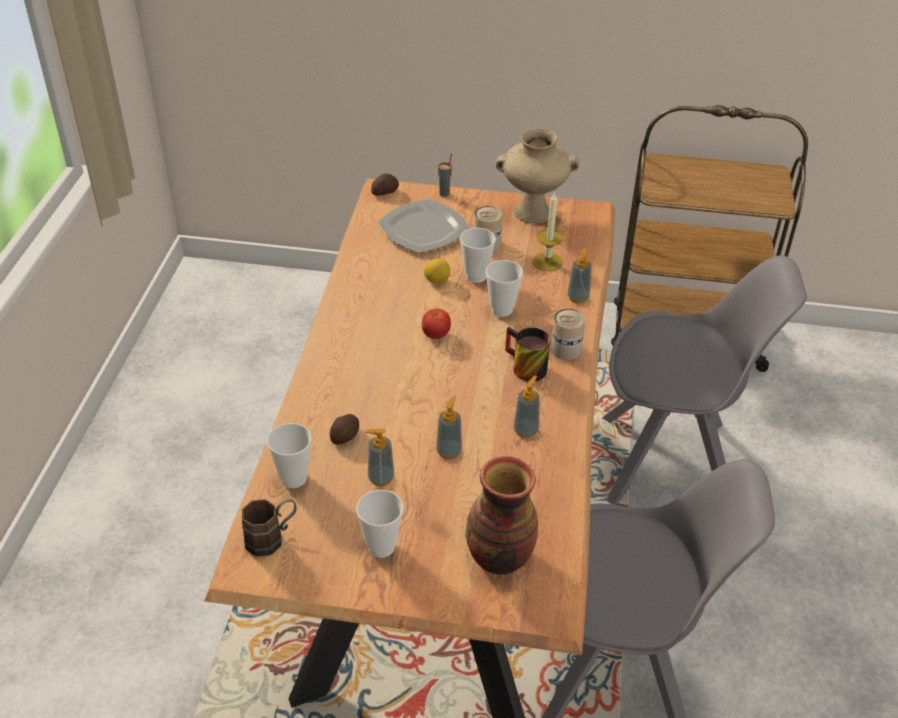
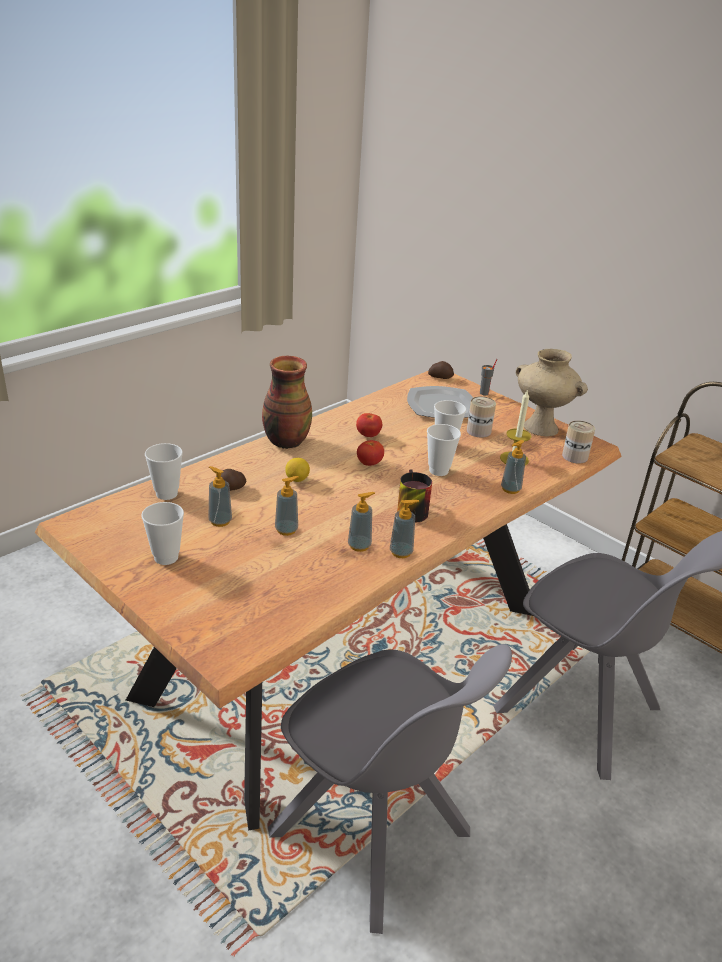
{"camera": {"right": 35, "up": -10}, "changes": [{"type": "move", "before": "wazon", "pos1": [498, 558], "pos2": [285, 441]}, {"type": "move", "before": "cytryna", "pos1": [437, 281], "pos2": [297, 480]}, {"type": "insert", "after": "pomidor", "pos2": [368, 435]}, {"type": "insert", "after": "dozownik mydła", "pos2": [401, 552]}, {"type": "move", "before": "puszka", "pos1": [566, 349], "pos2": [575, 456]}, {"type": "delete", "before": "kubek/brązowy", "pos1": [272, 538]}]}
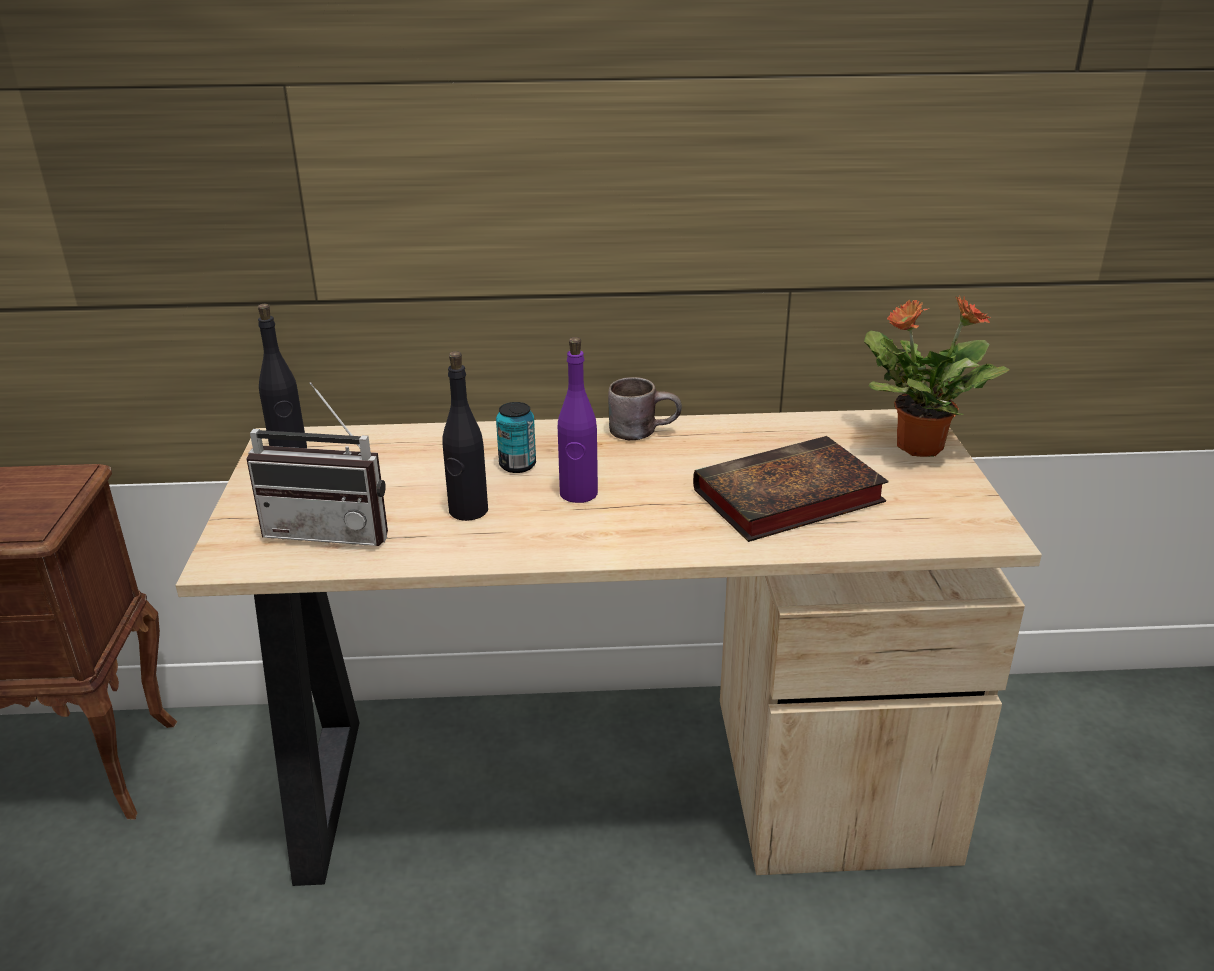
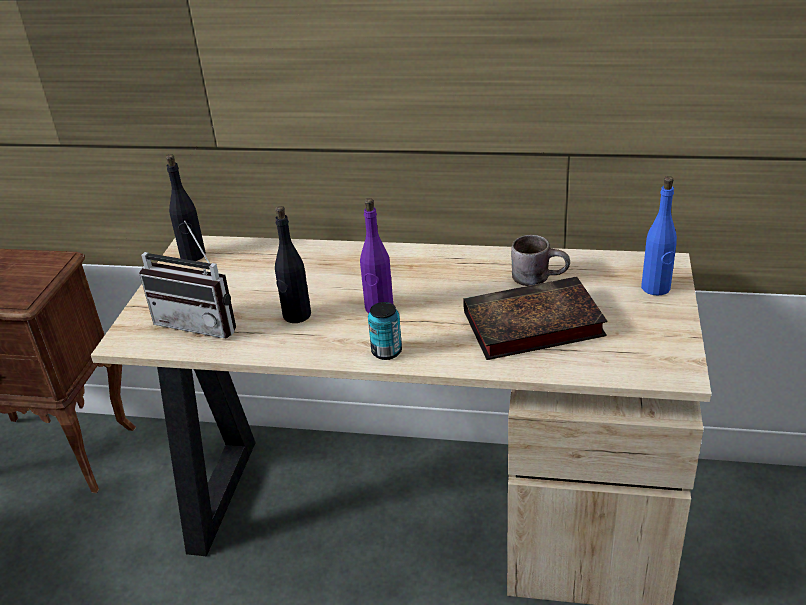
{"camera": {"right": 15, "up": 5}, "changes": [{"type": "move", "before": "puszka", "pos1": [517, 465], "pos2": [386, 352]}, {"type": "move", "before": "kubek/brązowy", "pos1": [642, 430], "pos2": [538, 277]}, {"type": "replace", "before": "roślina doniczkowa", "after": "butelka/niebieski", "pos1": [917, 446], "pos2": [656, 288]}]}
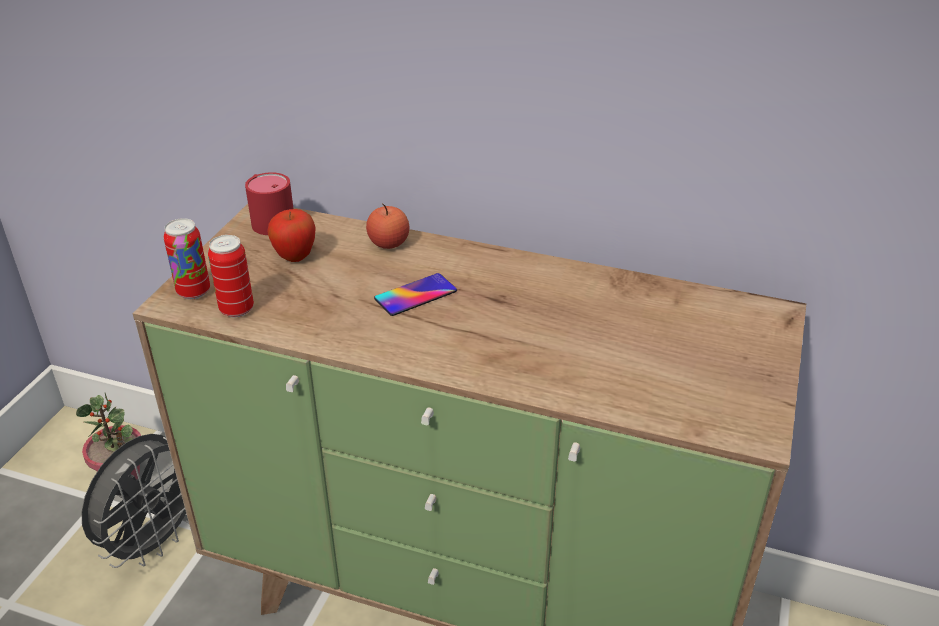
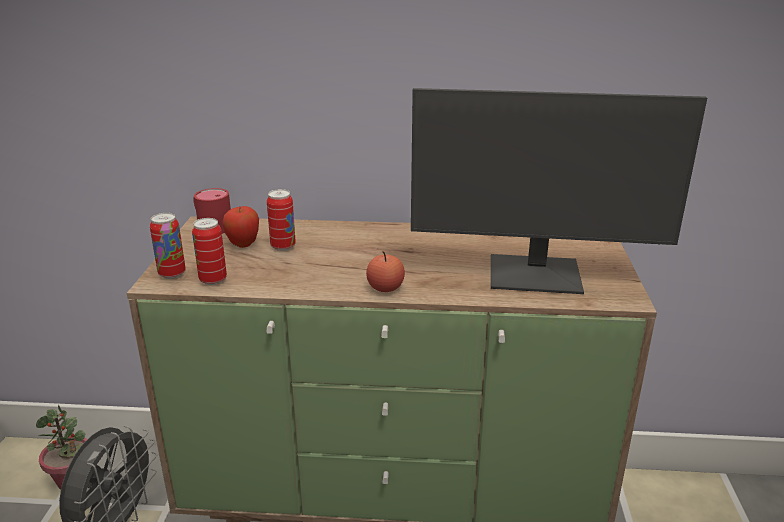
{"camera": {"right": -15, "up": -10}, "changes": [{"type": "insert", "after": "puszka", "pos2": [283, 246]}, {"type": "move", "before": "jabłko", "pos1": [388, 243], "pos2": [385, 288]}, {"type": "insert", "after": "monitor", "pos2": [535, 276]}, {"type": "delete", "before": "telefon", "pos1": [415, 295]}]}
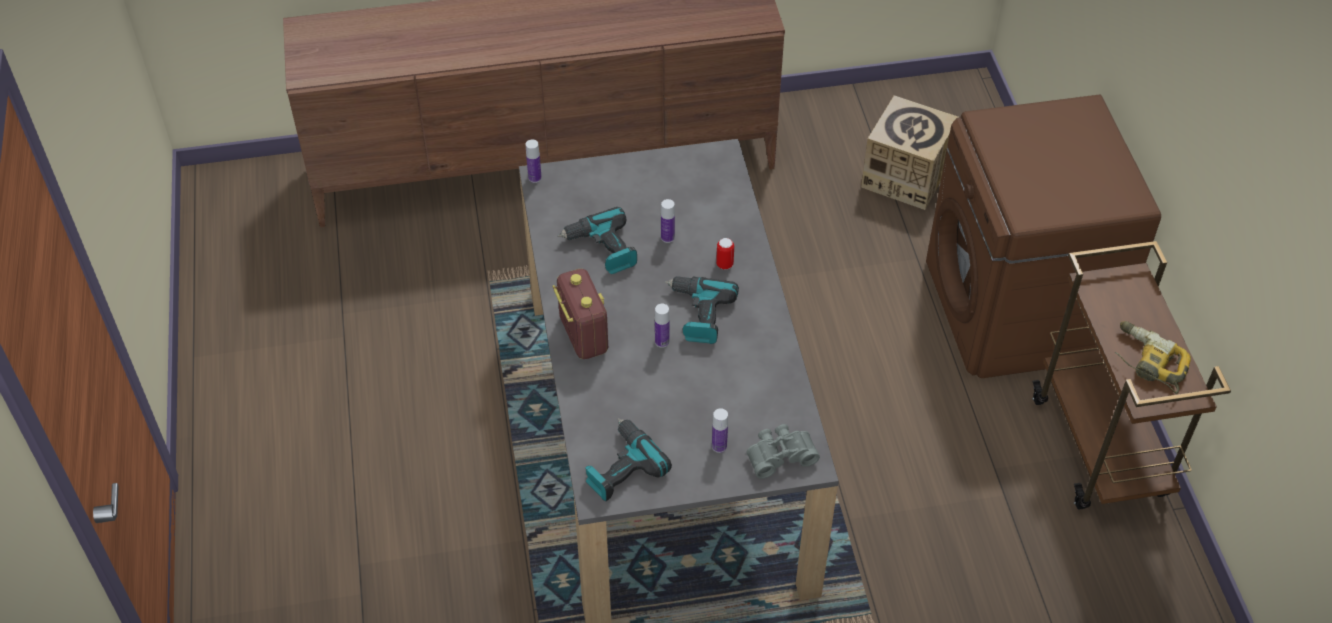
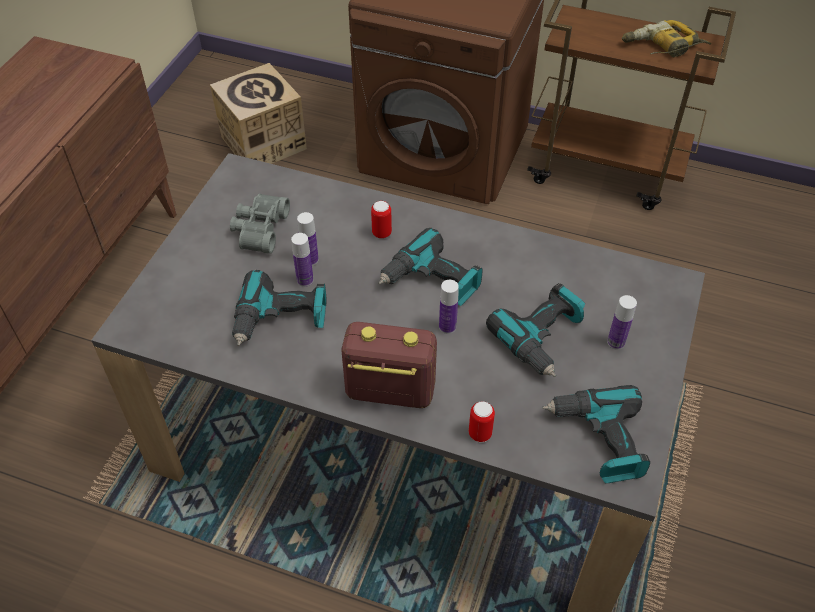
{"camera": {"right": -60, "up": 0}, "changes": [{"type": "move", "before": "lornetka/szary", "pos1": [779, 455], "pos2": [259, 229]}, {"type": "move", "before": "butelka", "pos1": [534, 178], "pos2": [305, 280]}, {"type": "insert", "after": "puszka", "pos2": [480, 434]}, {"type": "insert", "after": "wiertarka", "pos2": [543, 338]}]}
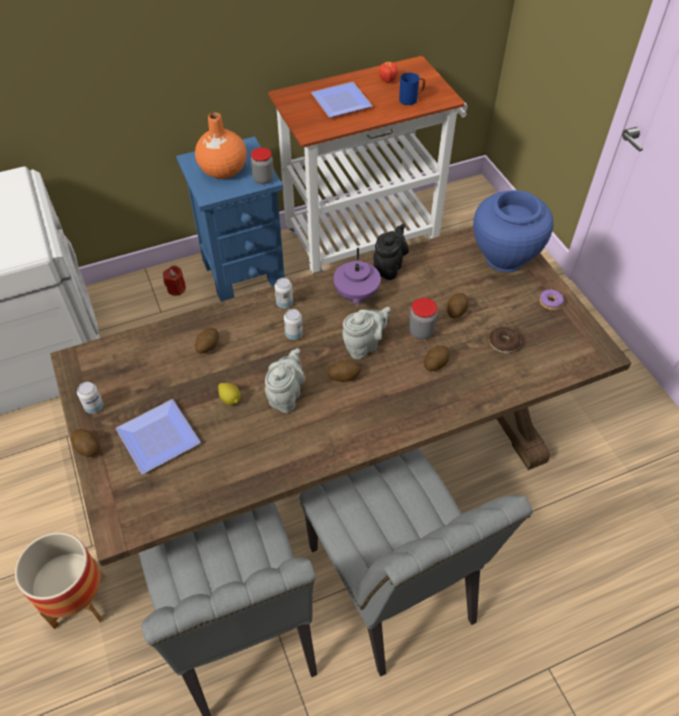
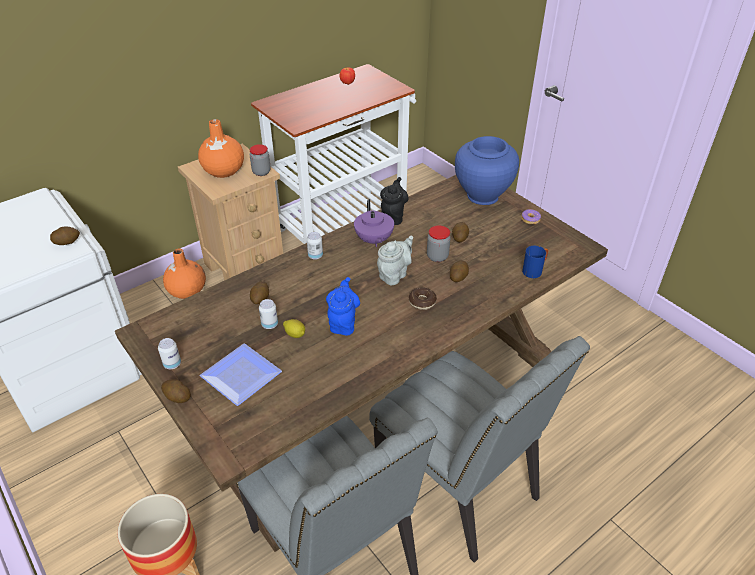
{"camera": {"right": -15, "up": -10}, "changes": [{"type": "move", "before": "ziemniak", "pos1": [344, 376], "pos2": [67, 242]}, {"type": "replace", "before": "świeca/czerwony", "after": "wazon/pomarańczowy", "pos1": [176, 289], "pos2": [187, 290]}, {"type": "recolor", "before": "szafka nocna/niebieski", "after": "szafka nocna/beżowy", "pos1": [244, 273], "pos2": [246, 267]}, {"type": "move", "before": "puszka", "pos1": [294, 334], "pos2": [269, 324]}, {"type": "recolor", "before": "imbryk/szary", "after": "imbryk/niebieski", "pos1": [286, 396], "pos2": [343, 323]}, {"type": "move", "before": "donut", "pos1": [503, 343], "pos2": [422, 302]}, {"type": "move", "before": "kubek/niebieski", "pos1": [411, 99], "pos2": [534, 270]}, {"type": "delete", "before": "talerz", "pos1": [342, 101]}]}
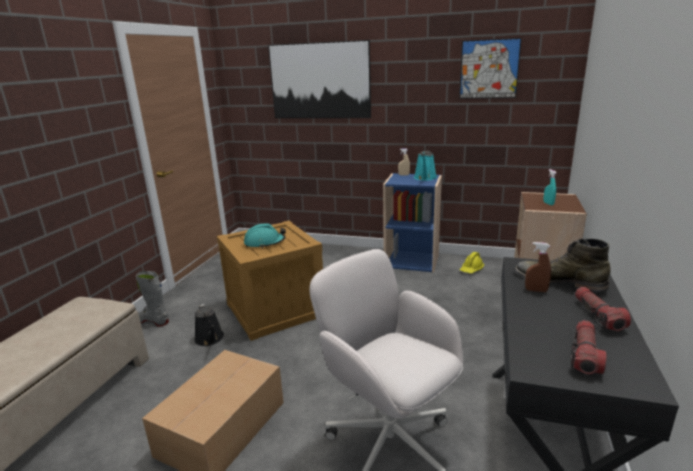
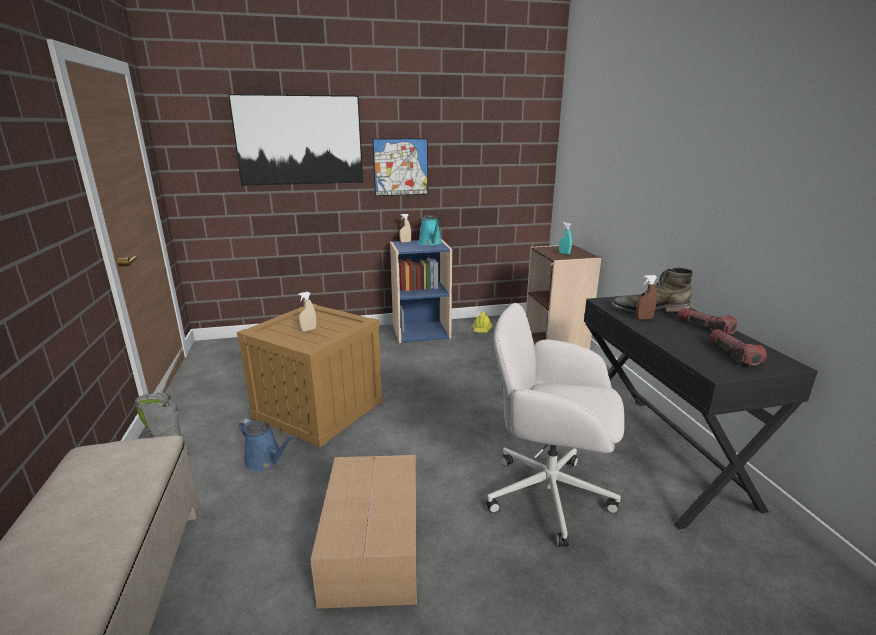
{"camera": {"right": -30, "up": 0}, "changes": [{"type": "recolor", "before": "konewka/czarny", "after": "konewka/niebieski", "pos1": [210, 339], "pos2": [266, 460]}, {"type": "replace", "before": "kask/turkusowy", "after": "spryskiwacz/beżowy", "pos1": [264, 243], "pos2": [308, 330]}, {"type": "move", "before": "obraz", "pos1": [489, 69], "pos2": [400, 167]}]}
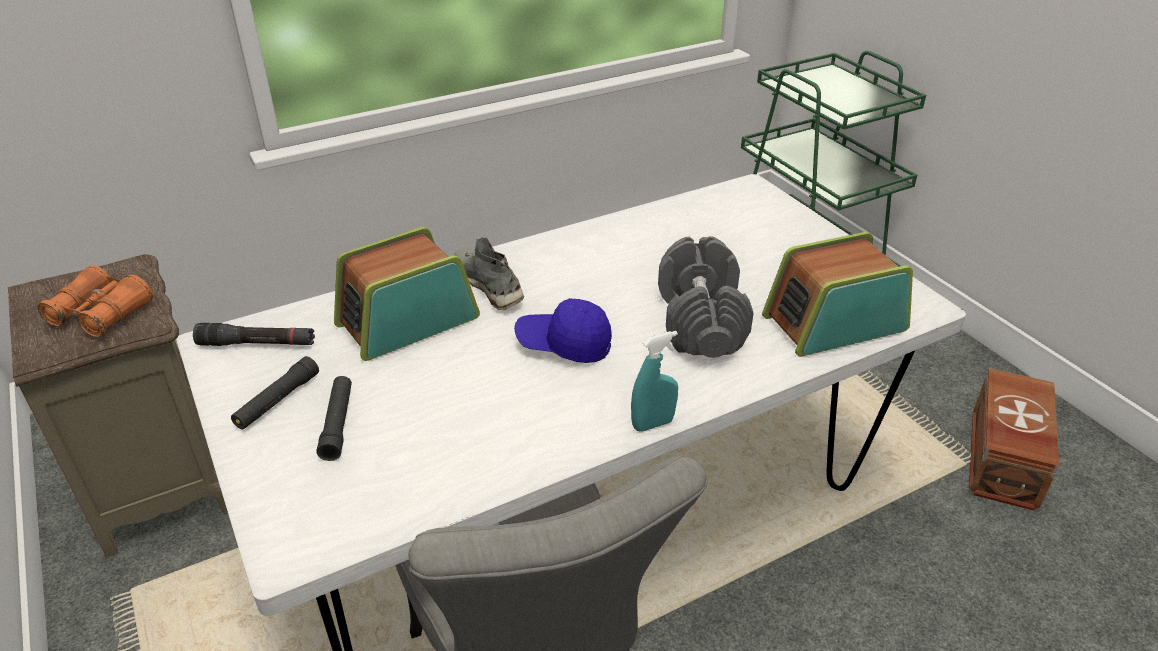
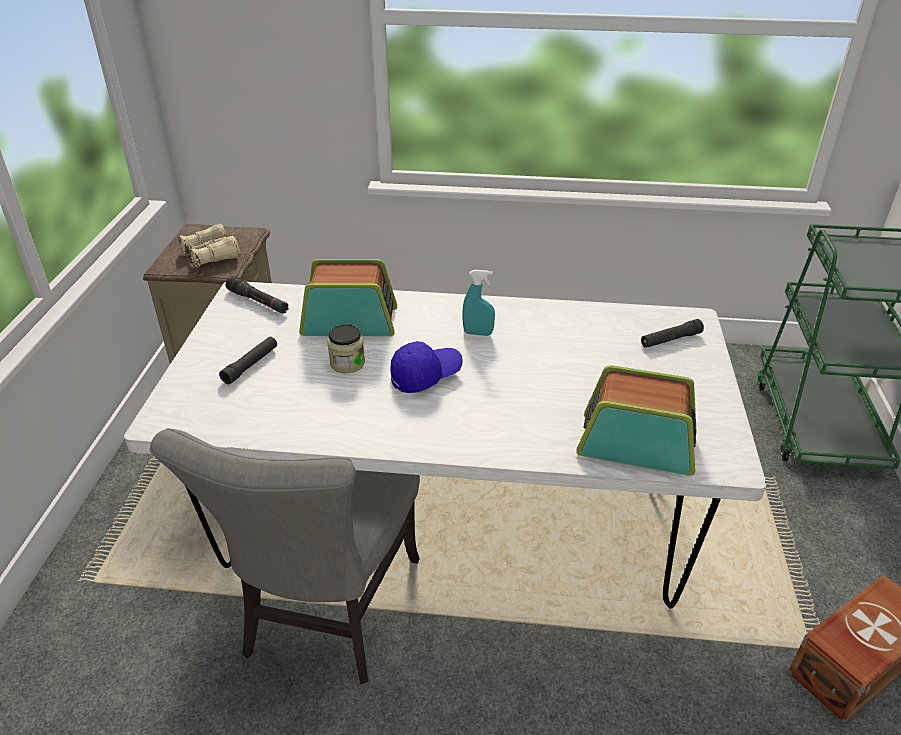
{"camera": {"right": 35, "up": 0}, "changes": [{"type": "recolor", "before": "lornetka/pomarańczowy", "after": "lornetka/beżowy", "pos1": [101, 314], "pos2": [211, 255]}, {"type": "insert", "after": "słoik", "pos2": [347, 363]}, {"type": "rotate", "before": "czapka z daszkiem/niebieski", "pos1": [564, 345], "pos2": [425, 375], "turn": 105}, {"type": "move", "before": "spryskiwacz/turkusowy", "pos1": [653, 424], "pos2": [478, 333]}, {"type": "move", "before": "latarka/czarny", "pos1": [277, 401], "pos2": [670, 340]}, {"type": "delete", "before": "but/szary", "pos1": [489, 285]}, {"type": "delete", "before": "hantel/szary", "pos1": [701, 321]}]}
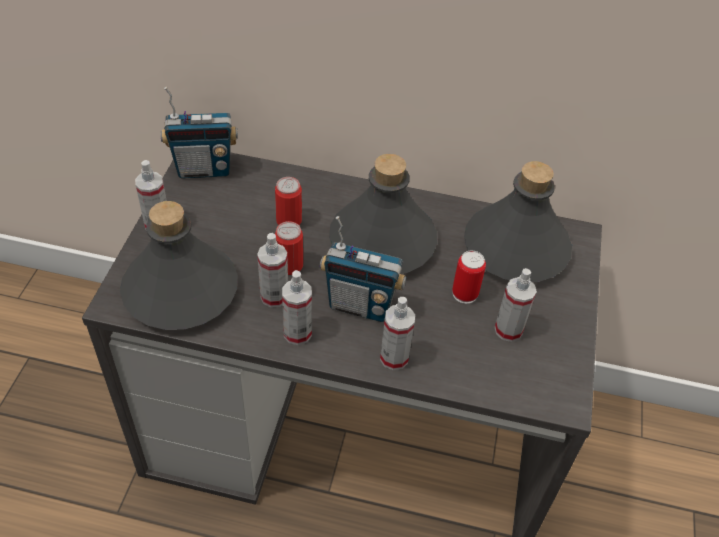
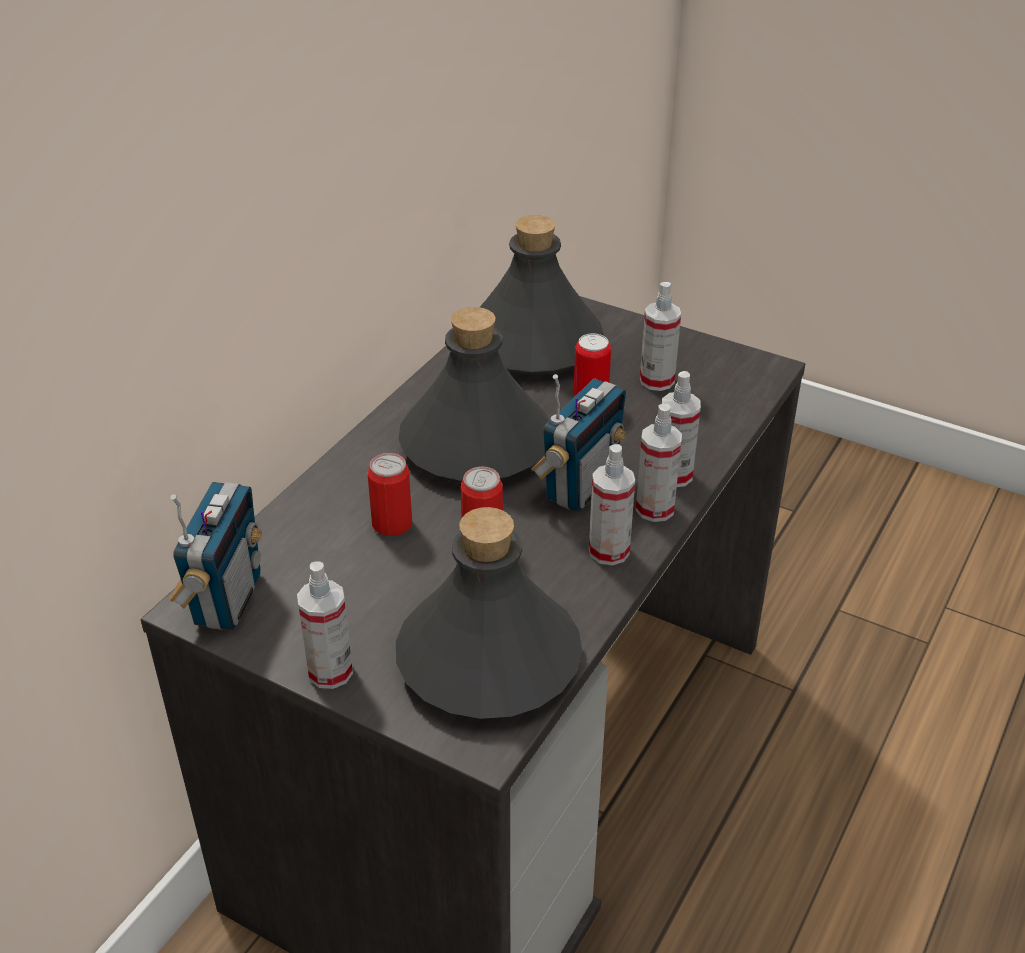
{"camera": {"right": -70, "up": -10}, "changes": [{"type": "move", "before": "spryskiwacz", "pos1": [274, 296], "pos2": [655, 509]}]}
